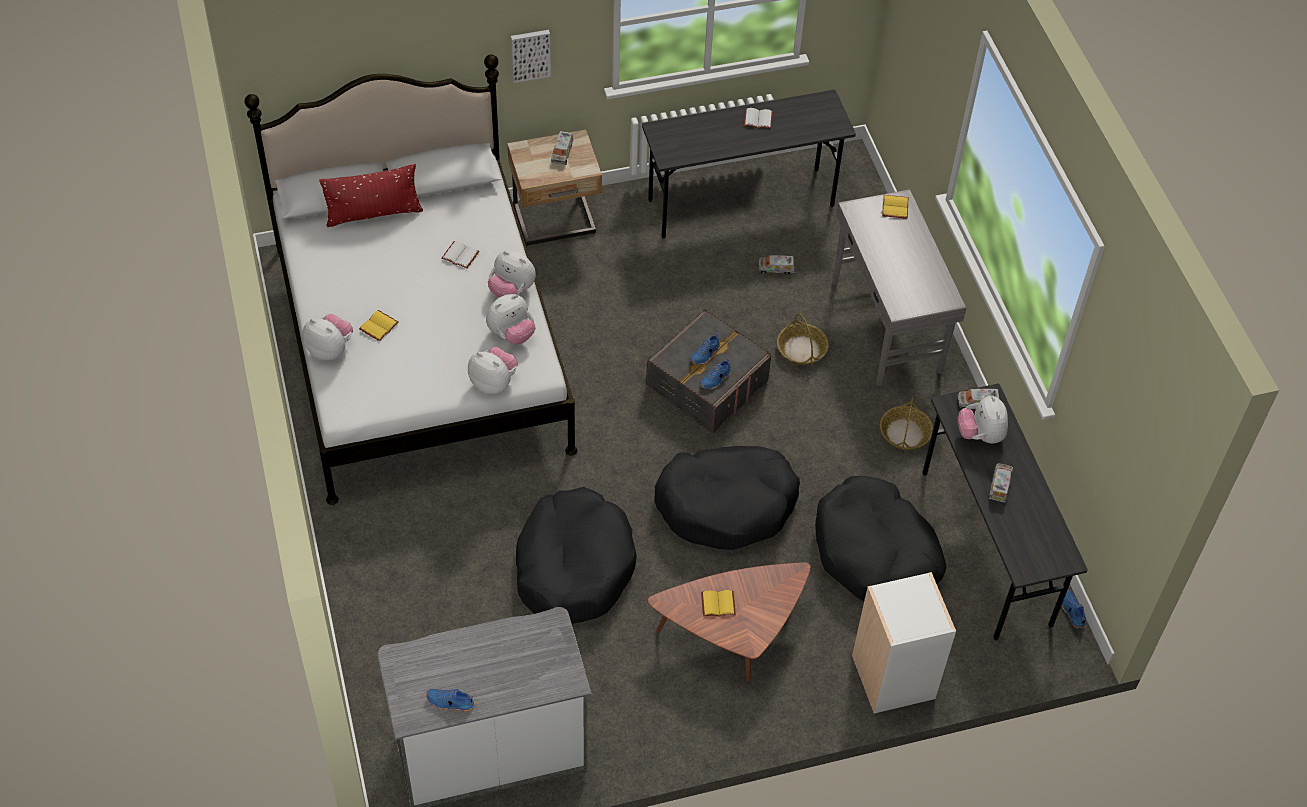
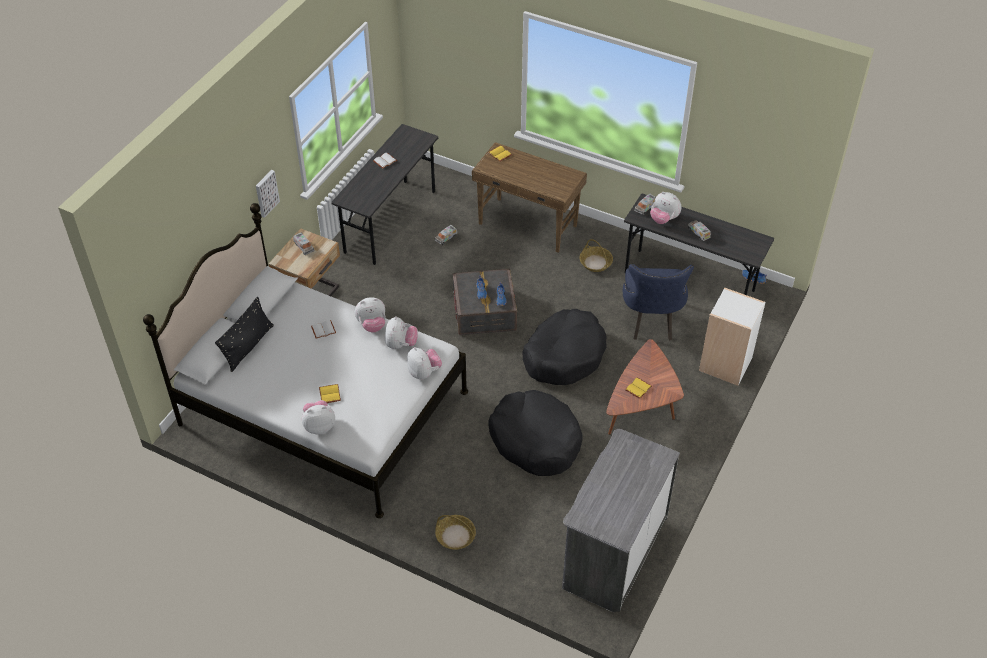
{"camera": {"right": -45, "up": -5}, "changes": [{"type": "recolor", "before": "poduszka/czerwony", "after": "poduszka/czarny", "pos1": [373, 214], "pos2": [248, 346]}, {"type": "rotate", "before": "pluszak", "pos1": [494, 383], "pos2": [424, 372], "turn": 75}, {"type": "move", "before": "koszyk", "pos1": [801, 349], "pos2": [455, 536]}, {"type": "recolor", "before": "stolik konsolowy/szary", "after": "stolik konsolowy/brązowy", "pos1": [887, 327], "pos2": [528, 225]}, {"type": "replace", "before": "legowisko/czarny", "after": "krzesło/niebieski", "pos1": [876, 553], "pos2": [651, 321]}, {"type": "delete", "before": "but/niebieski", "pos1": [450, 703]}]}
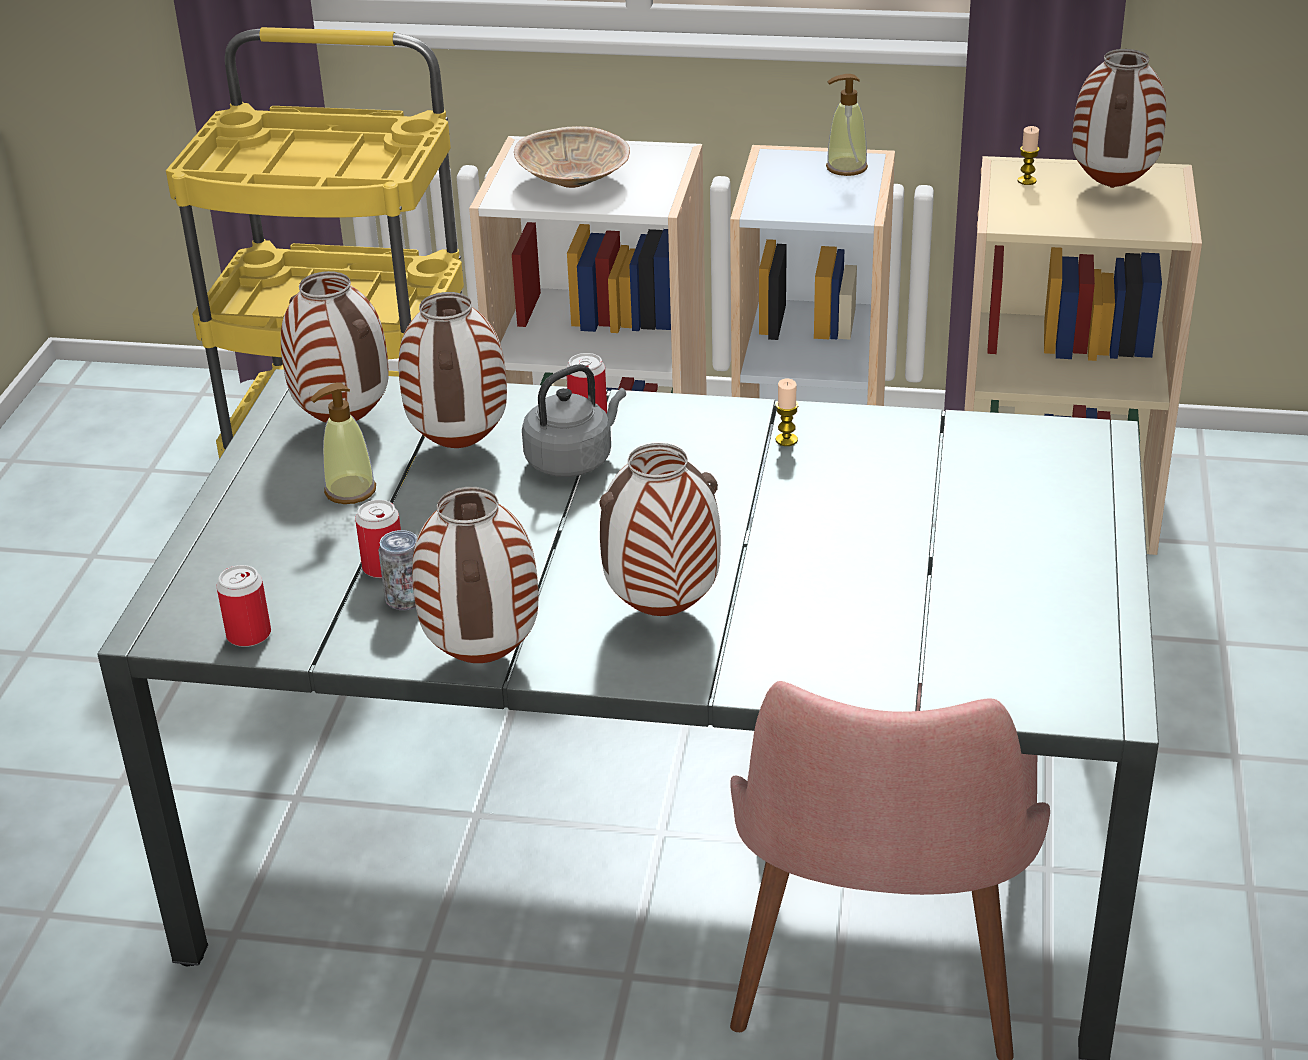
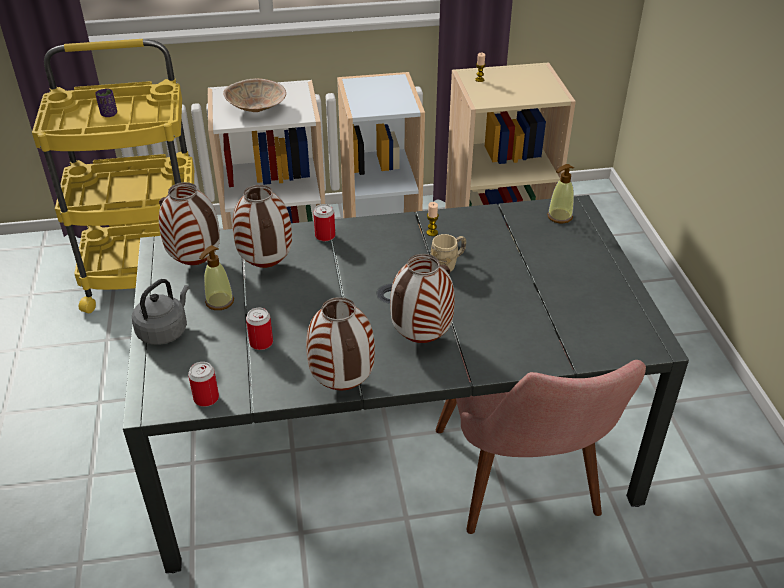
{"camera": {"right": -20, "up": 5}, "changes": [{"type": "insert", "after": "filiżanka/fioletowy", "pos2": [109, 114]}, {"type": "move", "before": "czajnik/szary", "pos1": [573, 460], "pos2": [164, 331]}, {"type": "insert", "after": "kubek/beżowy", "pos2": [448, 264]}, {"type": "move", "before": "dozownik mydła", "pos1": [846, 168], "pos2": [559, 216]}, {"type": "delete", "before": "puszka", "pos1": [406, 599]}, {"type": "delete", "before": "wazon", "pos1": [1110, 187]}]}
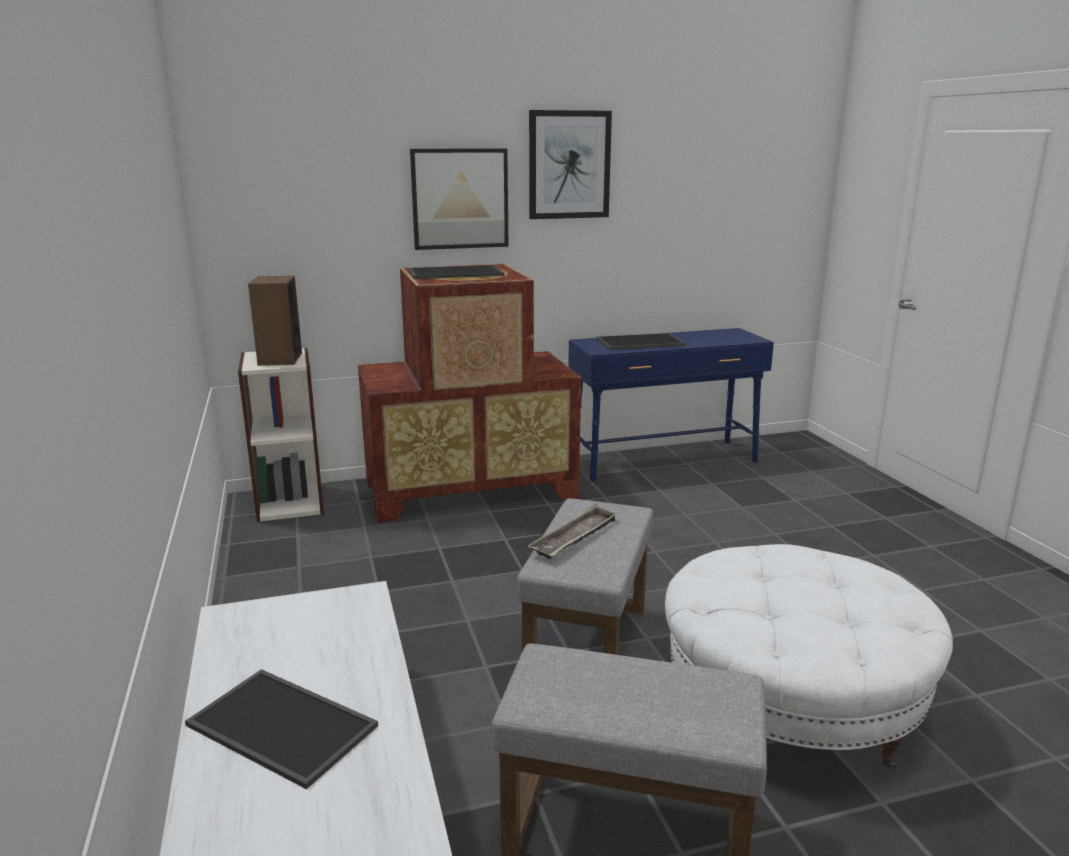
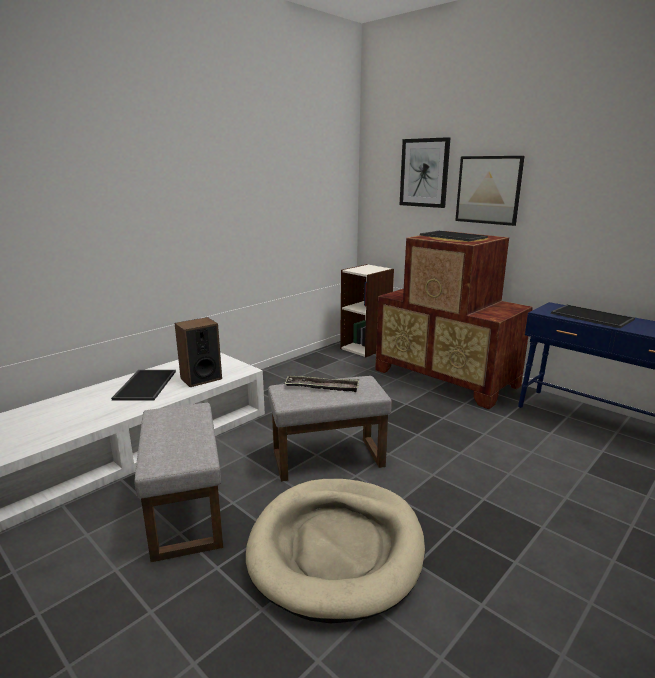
{"camera": {"right": 60, "up": 0}, "changes": [{"type": "move", "before": "głośnik", "pos1": [280, 359], "pos2": [201, 378]}, {"type": "replace", "before": "pufa/biały", "after": "legowisko/beżowy", "pos1": [790, 704], "pos2": [336, 548]}, {"type": "move", "before": "obraz", "pos1": [569, 165], "pos2": [424, 173]}]}
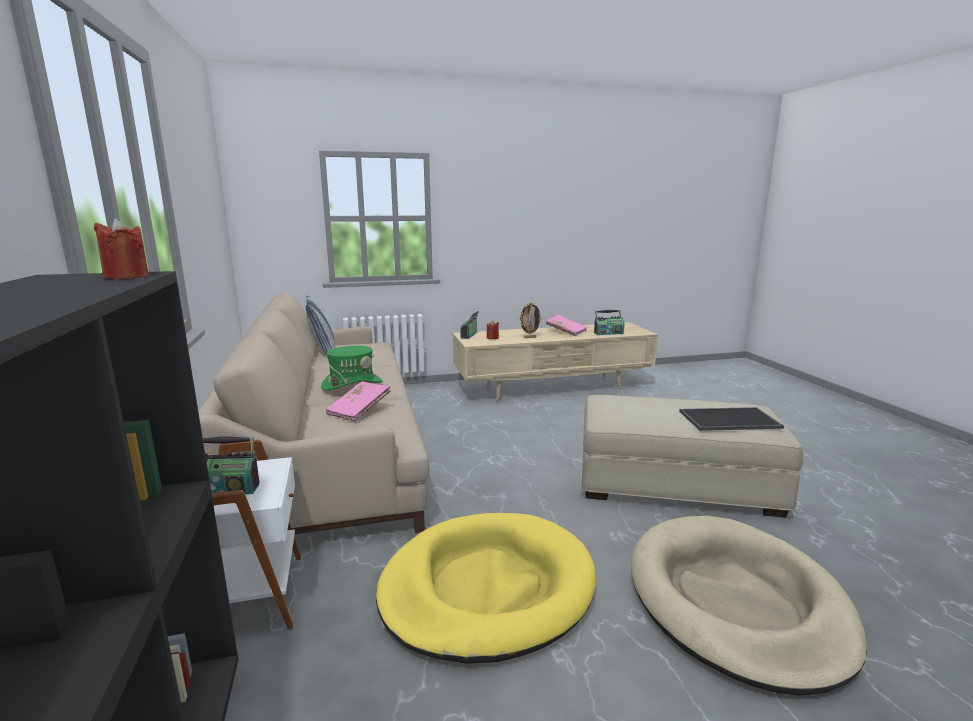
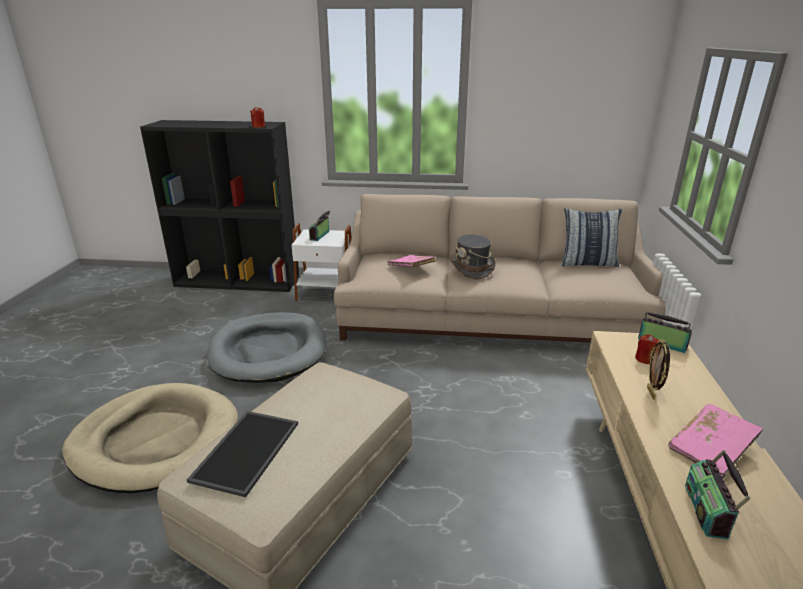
{"camera": {"right": 110, "up": 10}, "changes": [{"type": "recolor", "before": "legowisko/żółty", "after": "legowisko/szary", "pos1": [487, 589], "pos2": [269, 351]}, {"type": "recolor", "before": "kapelusz/zielony", "after": "kapelusz/szary", "pos1": [352, 384], "pos2": [472, 269]}]}
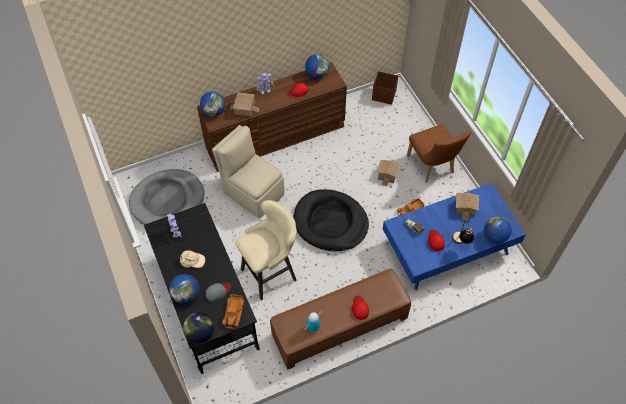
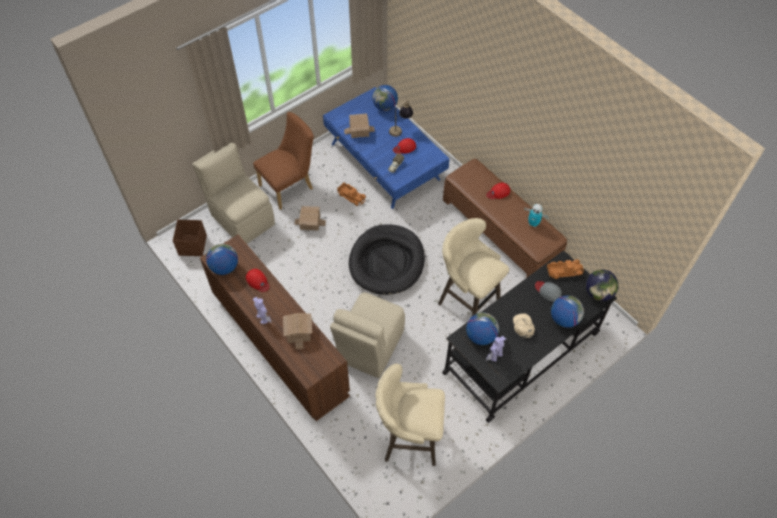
{"camera": {"right": -105, "up": 0}, "changes": [{"type": "insert", "after": "krzesło/beżowy", "pos2": [242, 218]}, {"type": "replace", "before": "legowisko/szary", "after": "stołek/beżowy", "pos1": [167, 200], "pos2": [408, 439]}, {"type": "move", "before": "globus", "pos1": [214, 112], "pos2": [480, 336]}]}
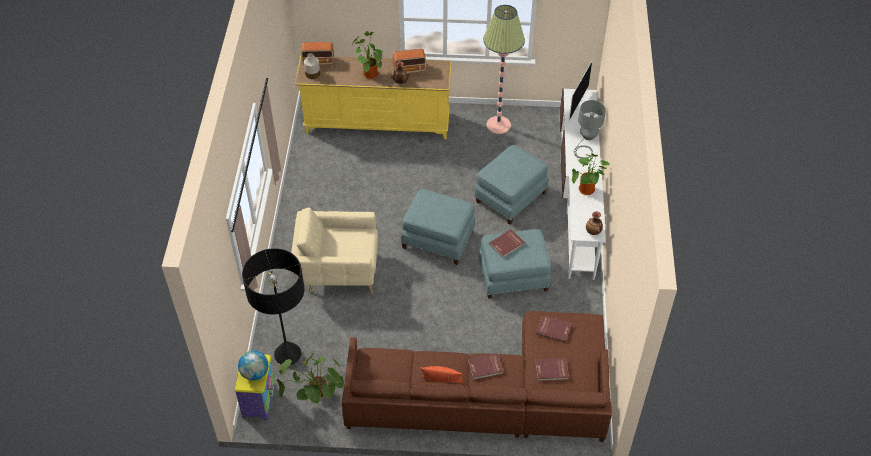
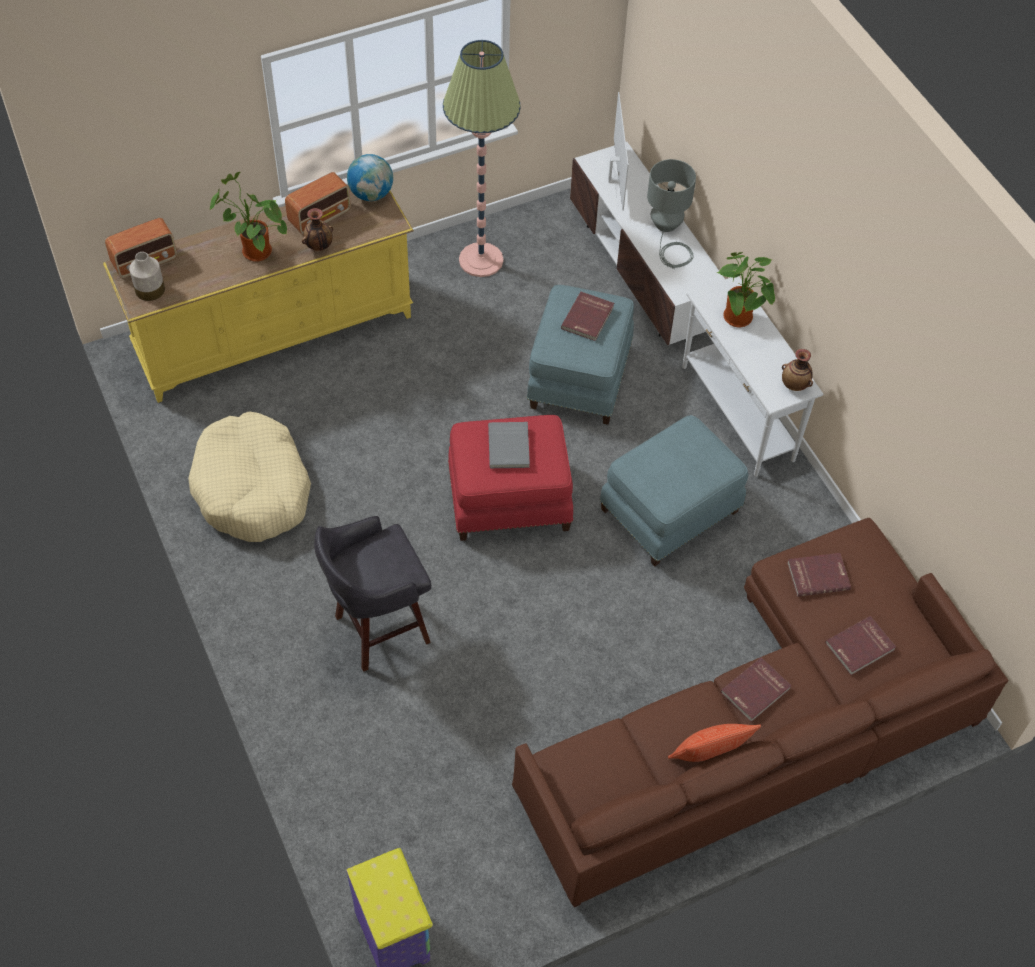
{"camera": {"right": -30, "up": 5}, "changes": [{"type": "insert", "after": "legowisko/beżowy", "pos2": [252, 489]}, {"type": "replace", "before": "fotel/beżowy", "after": "stołek/szary", "pos1": [338, 271], "pos2": [378, 631]}, {"type": "move", "before": "globus", "pos1": [255, 373], "pos2": [371, 194]}, {"type": "recolor", "before": "pufa/niebieski", "after": "pufa/czerwony", "pos1": [438, 239], "pos2": [509, 499]}, {"type": "insert", "after": "książka/szary", "pos2": [510, 446]}, {"type": "move", "before": "książka/czerwony", "pos1": [507, 244], "pos2": [588, 318]}, {"type": "delete", "before": "lampa stojąca/czarny", "pos1": [288, 356]}, {"type": "delete", "before": "roślina doniczkowa", "pos1": [315, 397]}]}
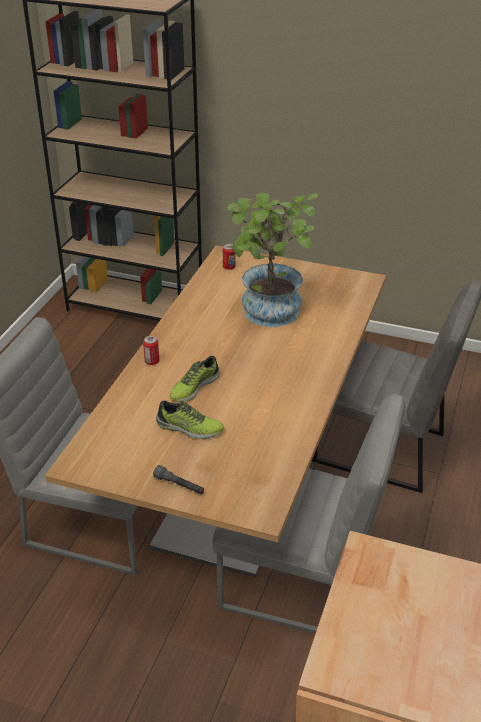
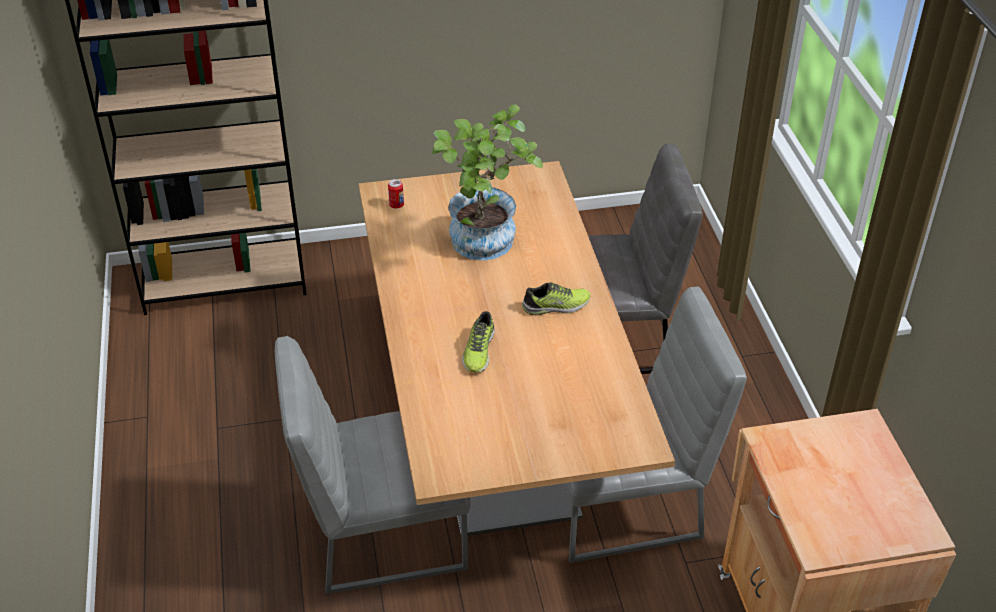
{"camera": {"right": -30, "up": 5}, "changes": [{"type": "move", "before": "but", "pos1": [189, 428], "pos2": [556, 306]}, {"type": "delete", "before": "puszka", "pos1": [152, 362]}, {"type": "delete", "before": "latarka/szary", "pos1": [179, 485]}]}
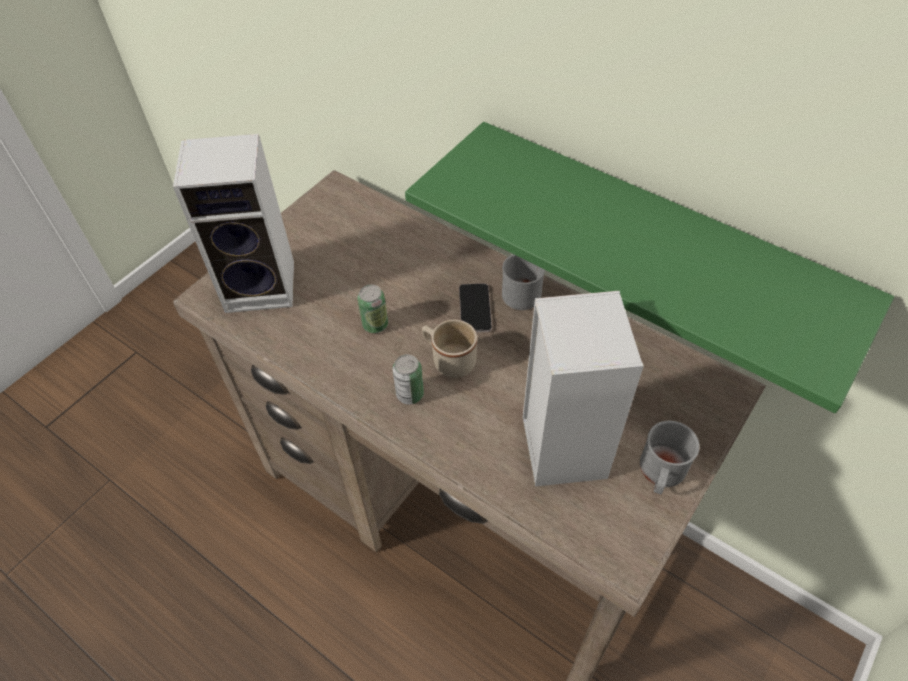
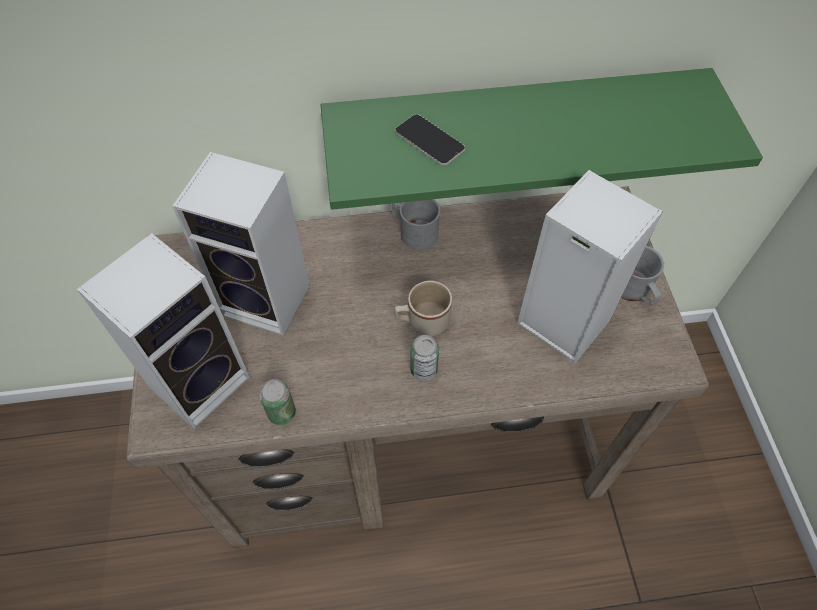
{"camera": {"right": -45, "up": 5}, "changes": [{"type": "insert", "after": "głośnik", "pos2": [269, 300]}, {"type": "move", "before": "puszka", "pos1": [375, 325], "pos2": [282, 413]}, {"type": "move", "before": "telefon", "pos1": [475, 308], "pos2": [429, 140]}]}
